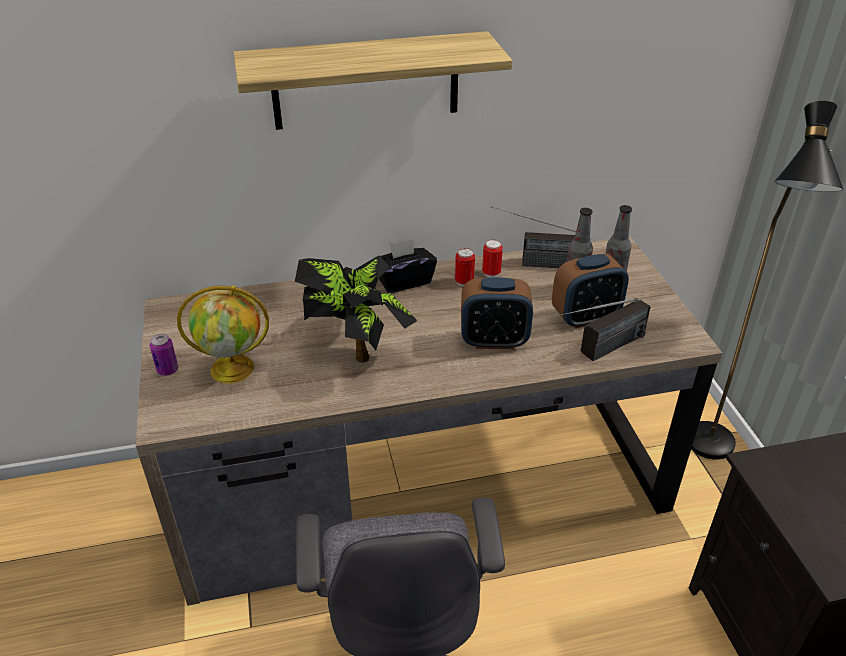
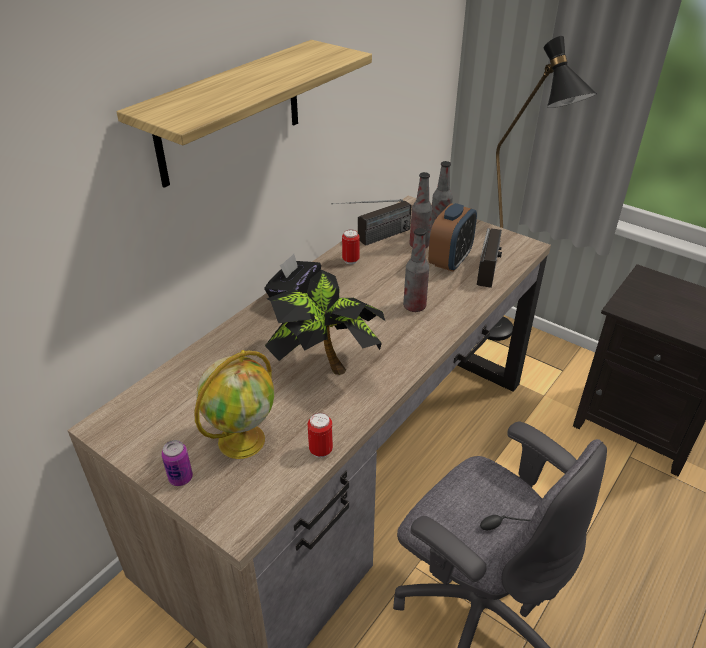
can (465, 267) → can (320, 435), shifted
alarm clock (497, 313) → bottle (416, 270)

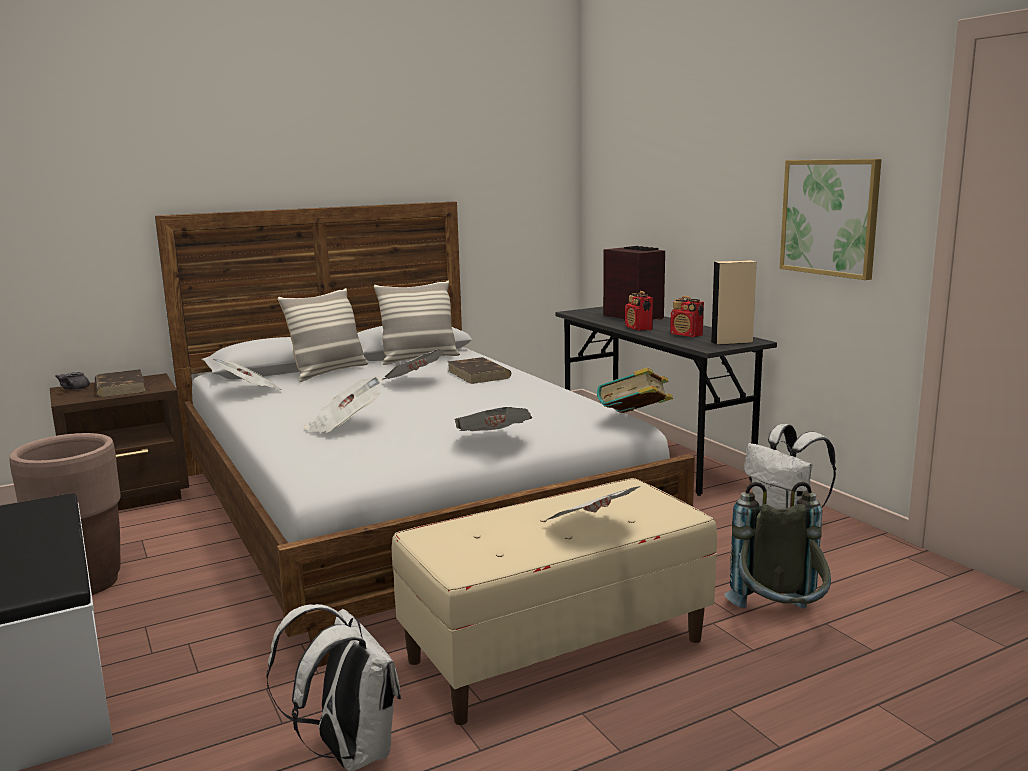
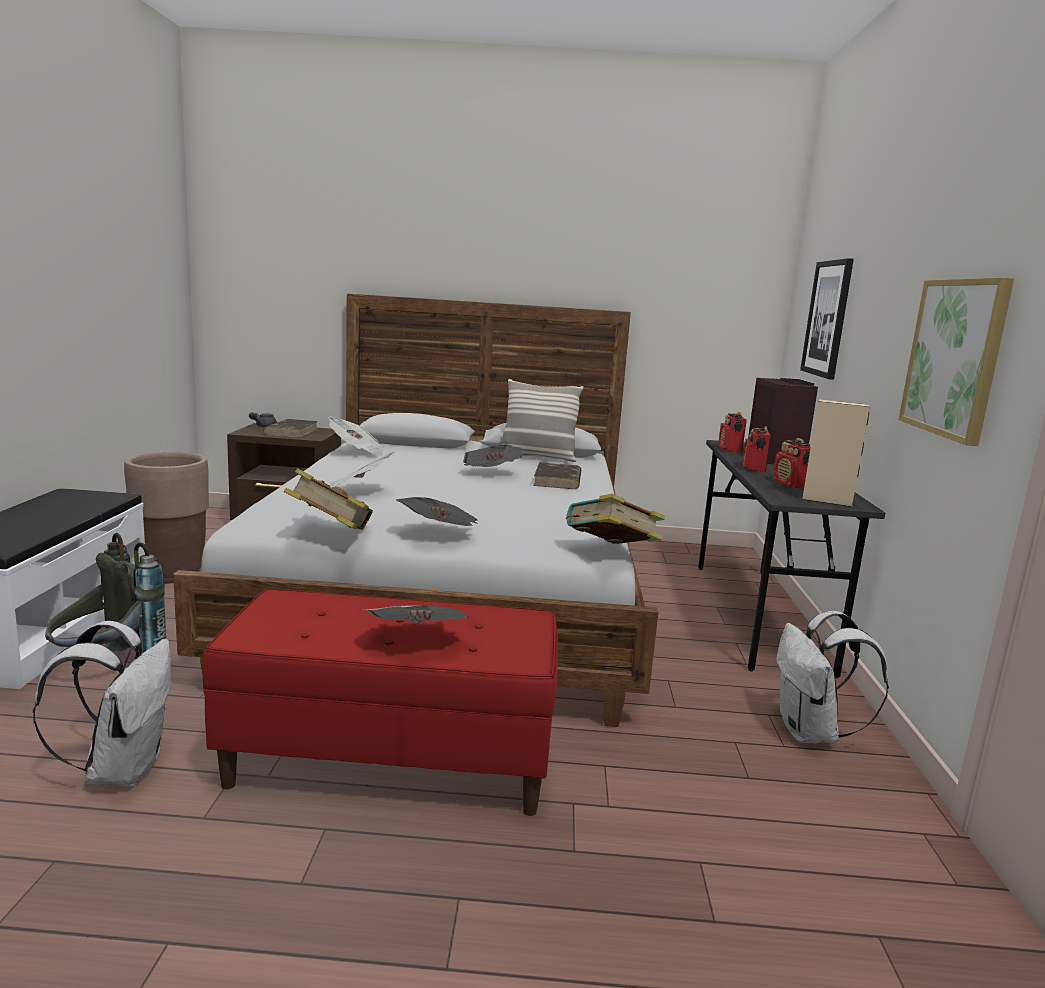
pillow (323, 335) → -
bench (beige) (554, 601) → bench (red) (380, 702)
backpack (grey) (777, 545) → backpack (grey) (106, 593), shifted
- → book (328, 499)
- → radio (732, 432)
- → picture (827, 319)

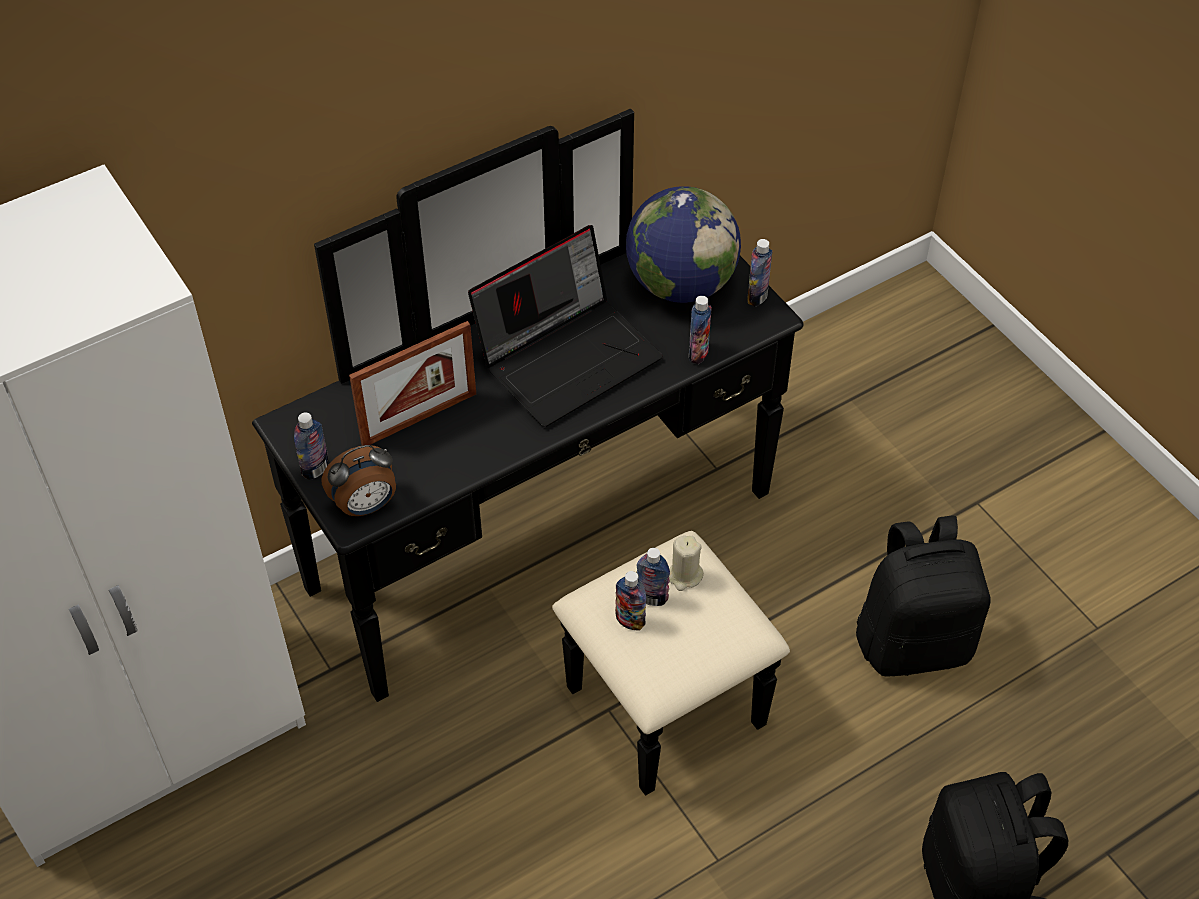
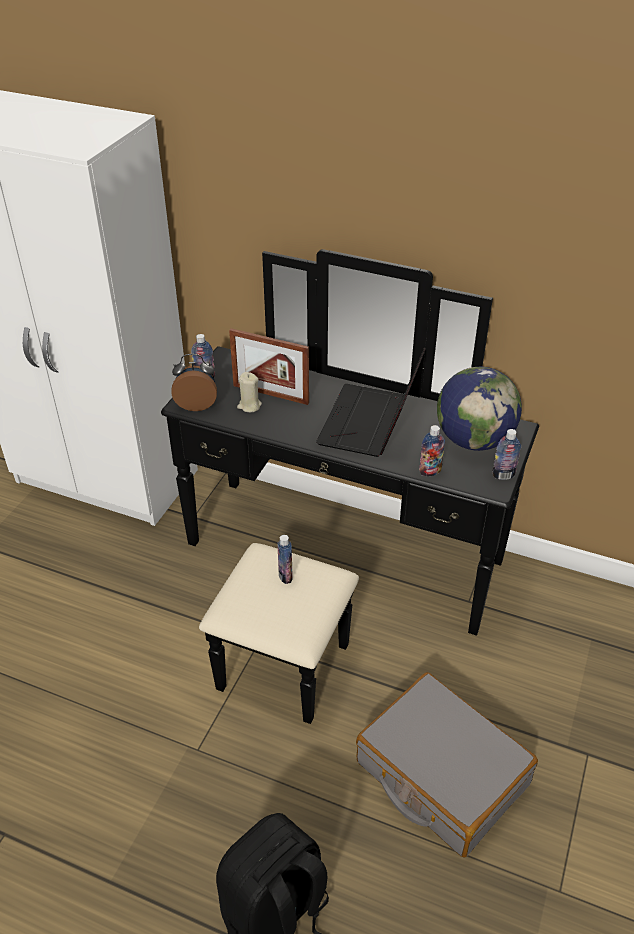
alarm clock (359, 480) → alarm clock (194, 382), 150 degrees clockwise
laptop (565, 326) → laptop (371, 402), 90 degrees clockwise
bottle (630, 601) → -
candle (beige) (686, 563) → candle (beige) (249, 392), shifted
backpack (black) (923, 595) → suitcase (grey) (447, 765)

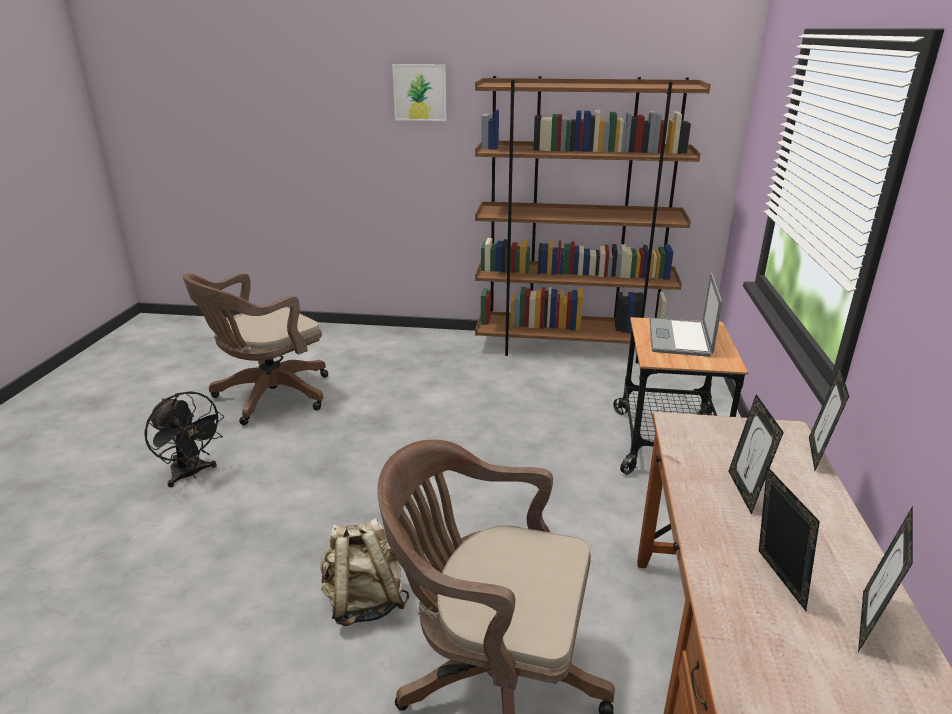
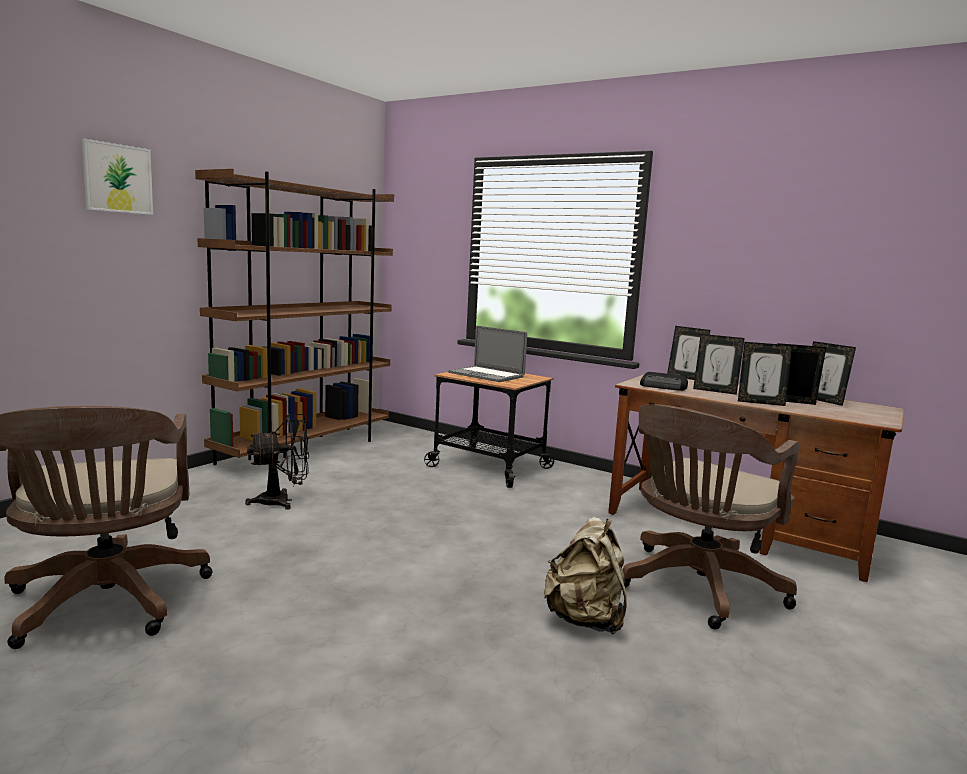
fan (black) (184, 439) → fan (black) (277, 462), shifted
- → radio (664, 381)
- → picture frame (765, 374)

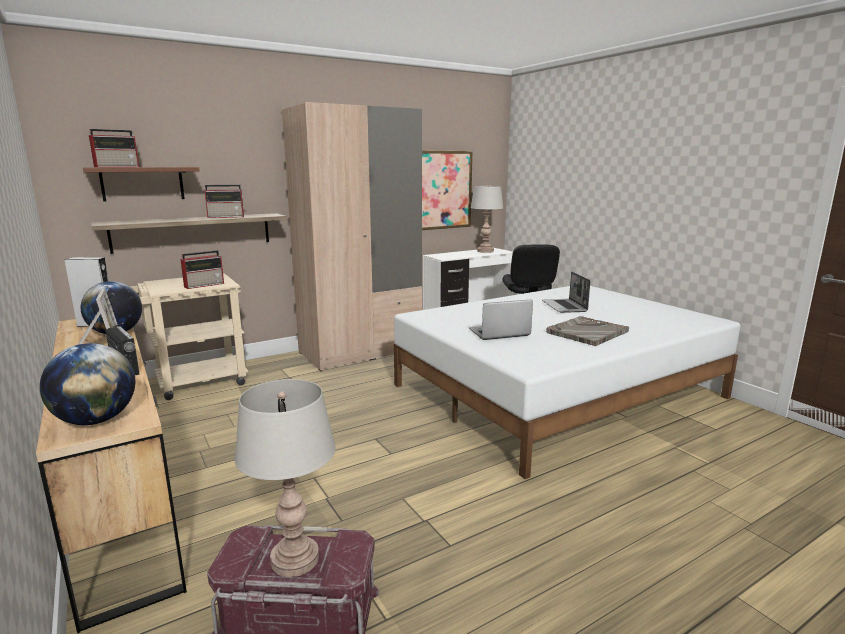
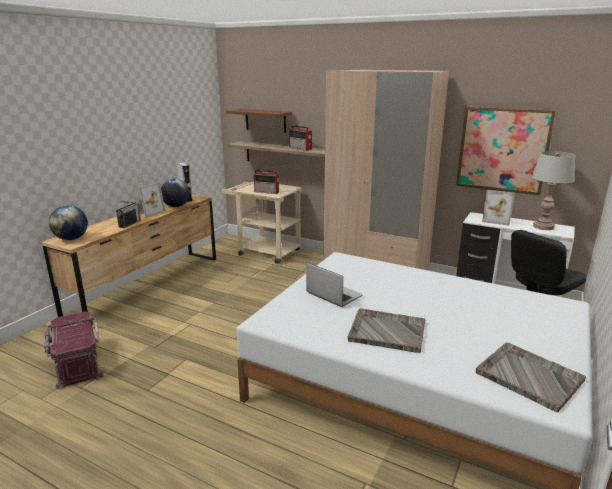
radio (114, 148) → -
table lamp (grey) (285, 478) → -
laptop (566, 292) → -
- → tray (grey) (531, 377)
- → picture frame (498, 208)

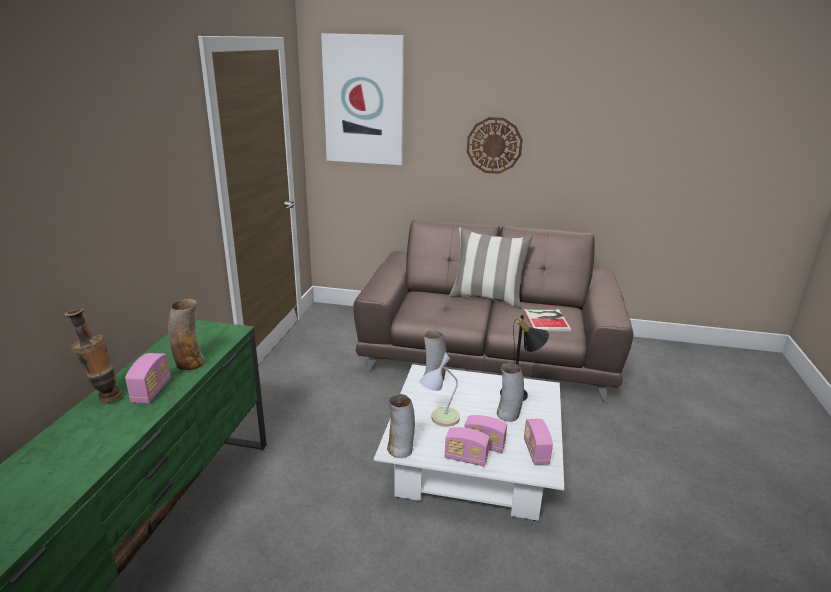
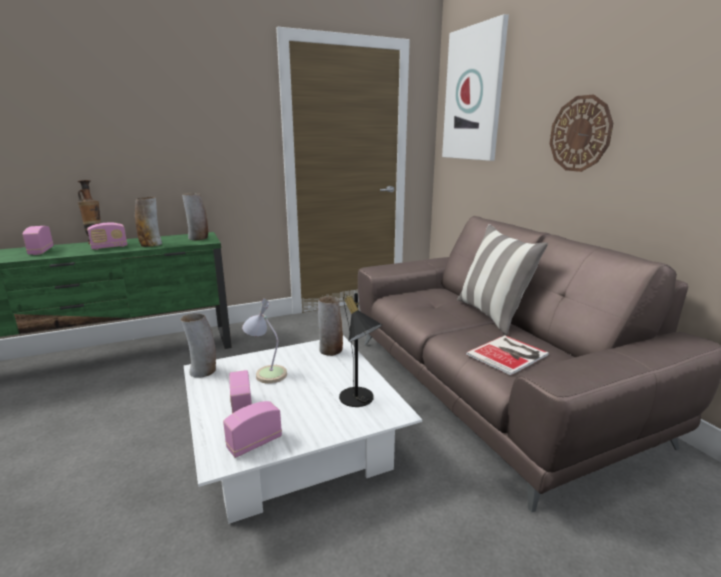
radio (467, 446) → radio (38, 240), shifted
vase (510, 392) → vase (195, 217), shifted

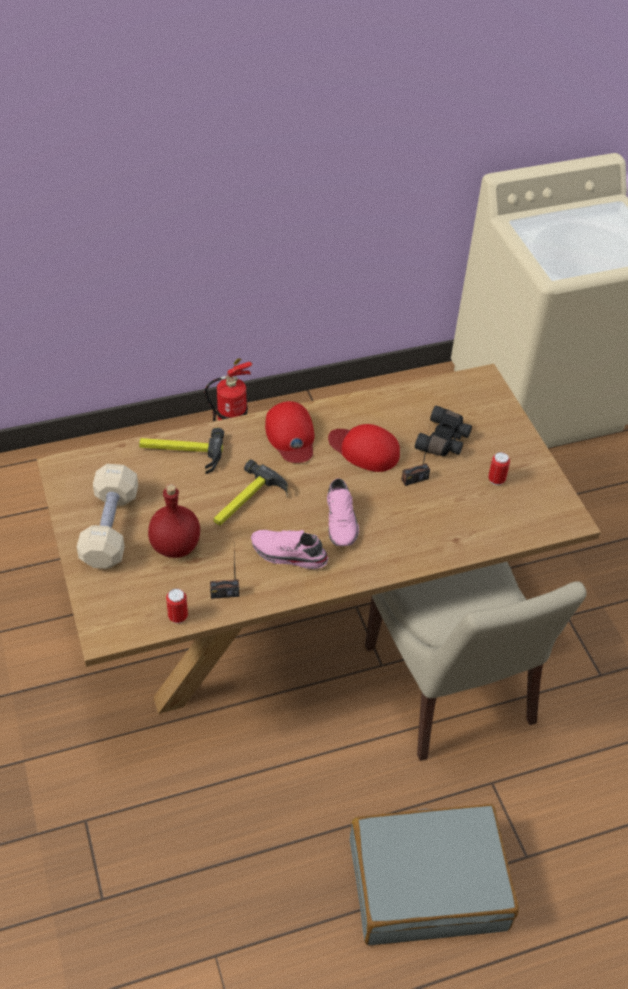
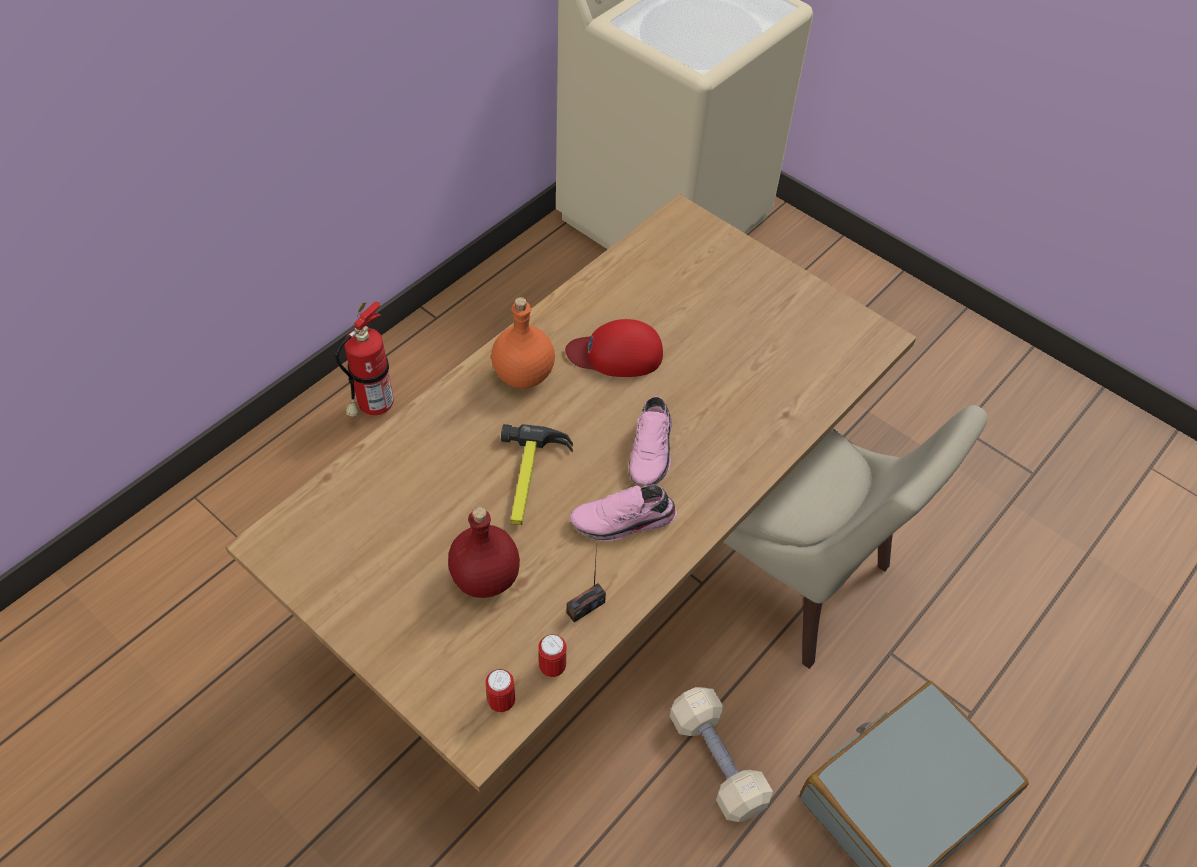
dumbbell (beige) (107, 516) → dumbbell (beige) (721, 754), shifted
hammer (181, 451) → -
cap (red) (290, 432) → bottle (orange) (523, 343)
shoe (pink) (343, 512) → shoe (pink) (650, 441), 45 degrees clockwise
radio (416, 455) → -
binoculars (black) (443, 430) → -
can (499, 468) → can (500, 690), shifted

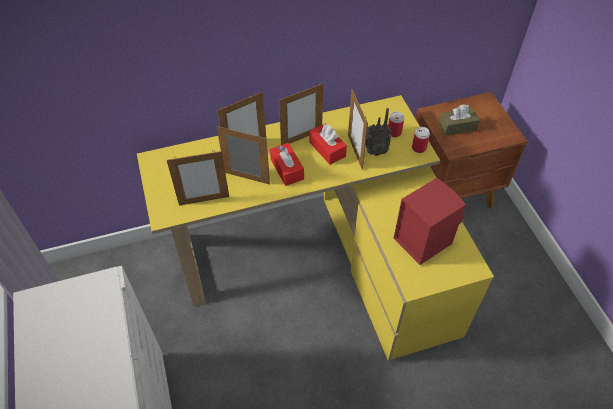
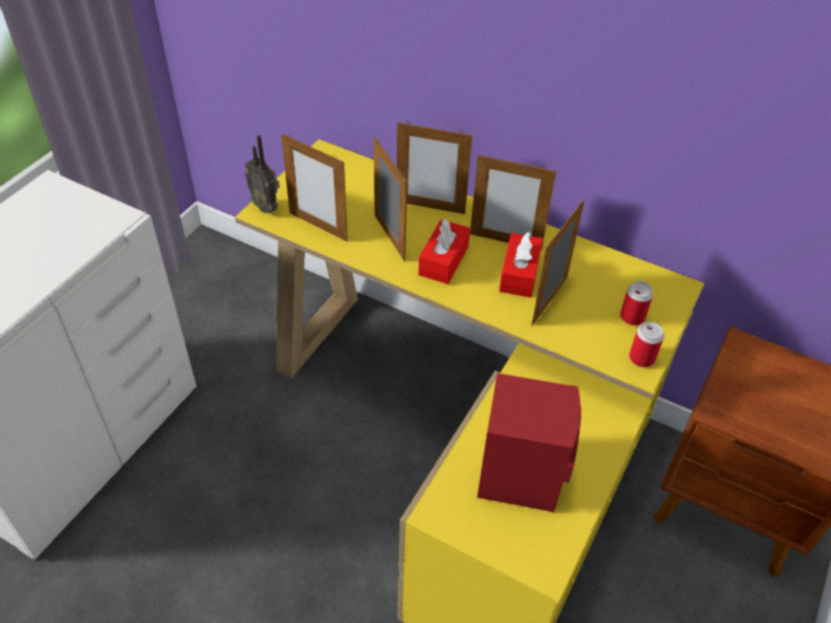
radio (379, 132) → radio (262, 174), shifted
tissue box (brown) (459, 120) → -

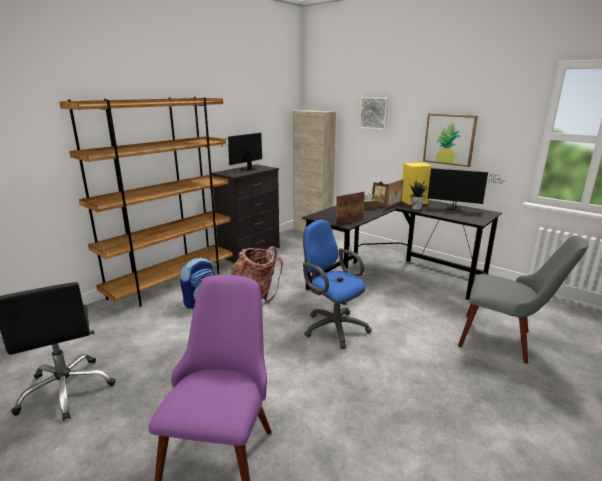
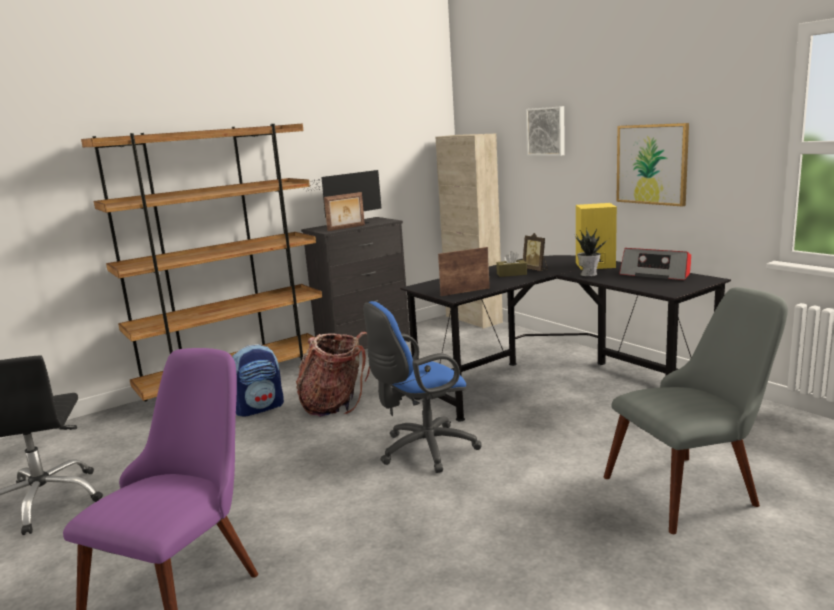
office chair (blue) (337, 284) → office chair (blue) (422, 387), 90 degrees counterclockwise
picture frame (394, 194) → picture frame (344, 211), shifted
monitor (466, 189) → radio (655, 264)
chair (grey) (523, 299) → chair (grey) (696, 410), 60 degrees counterclockwise

